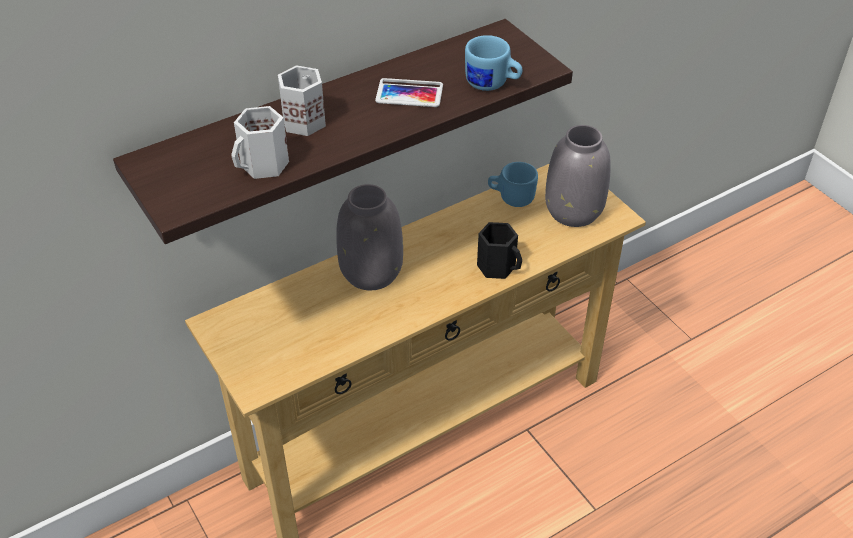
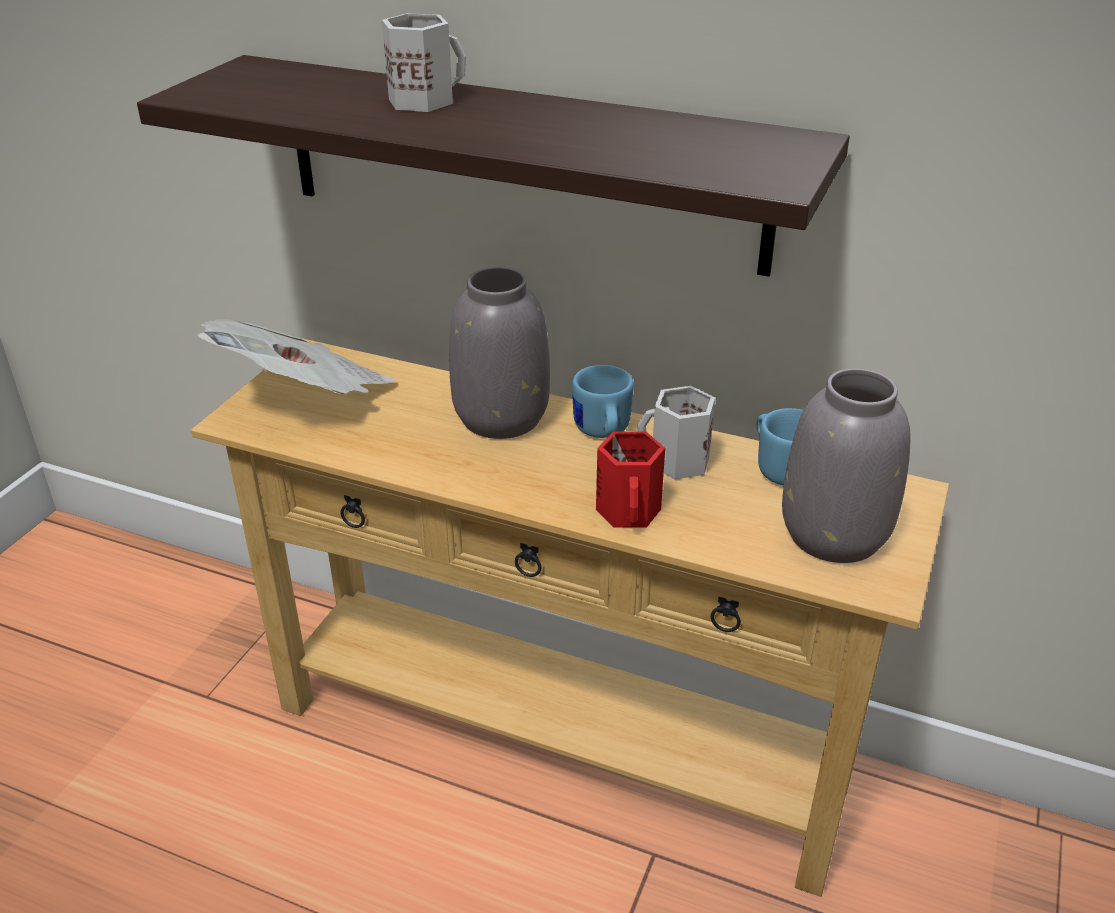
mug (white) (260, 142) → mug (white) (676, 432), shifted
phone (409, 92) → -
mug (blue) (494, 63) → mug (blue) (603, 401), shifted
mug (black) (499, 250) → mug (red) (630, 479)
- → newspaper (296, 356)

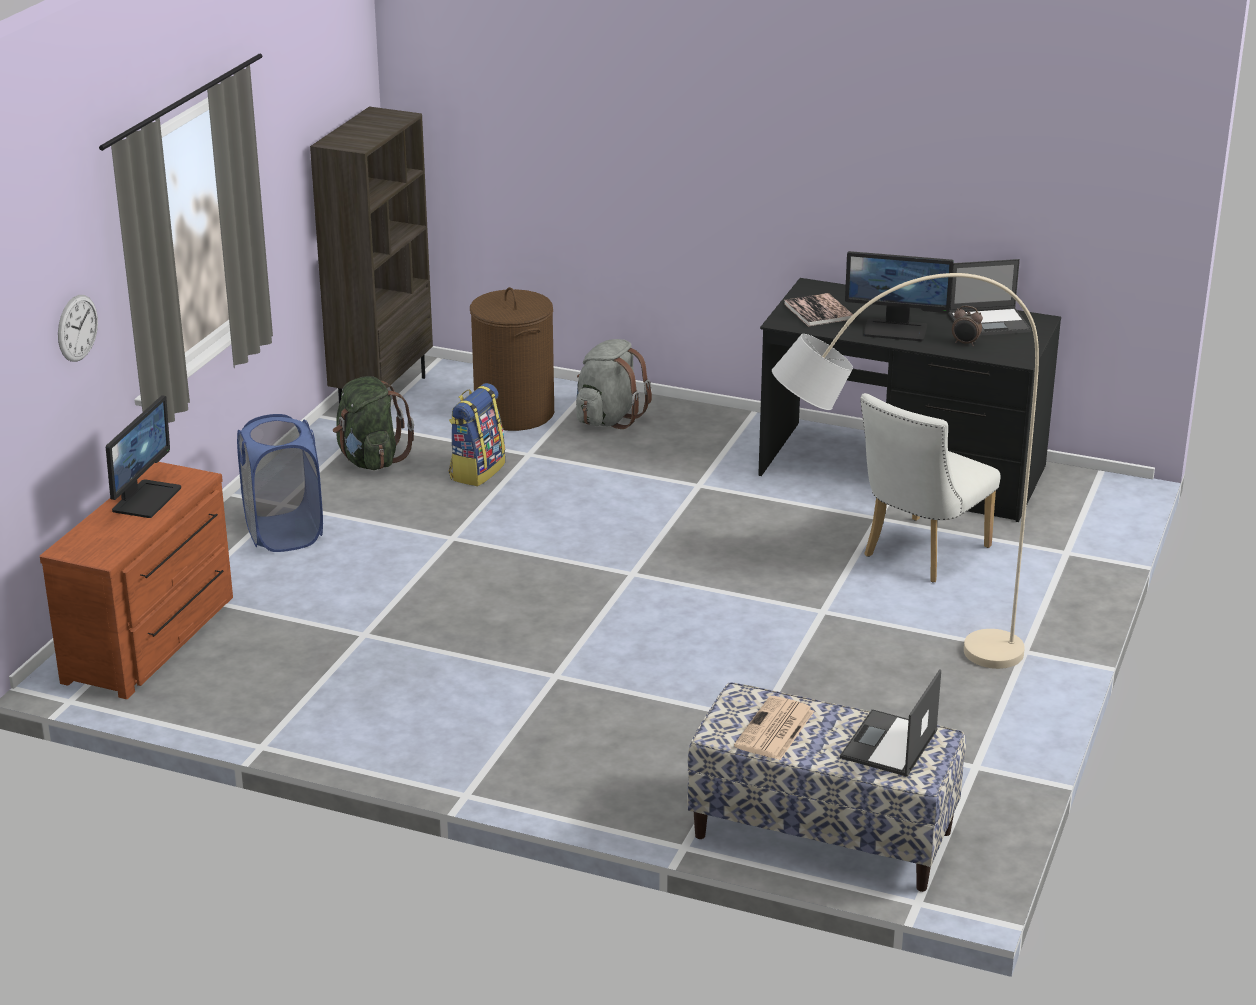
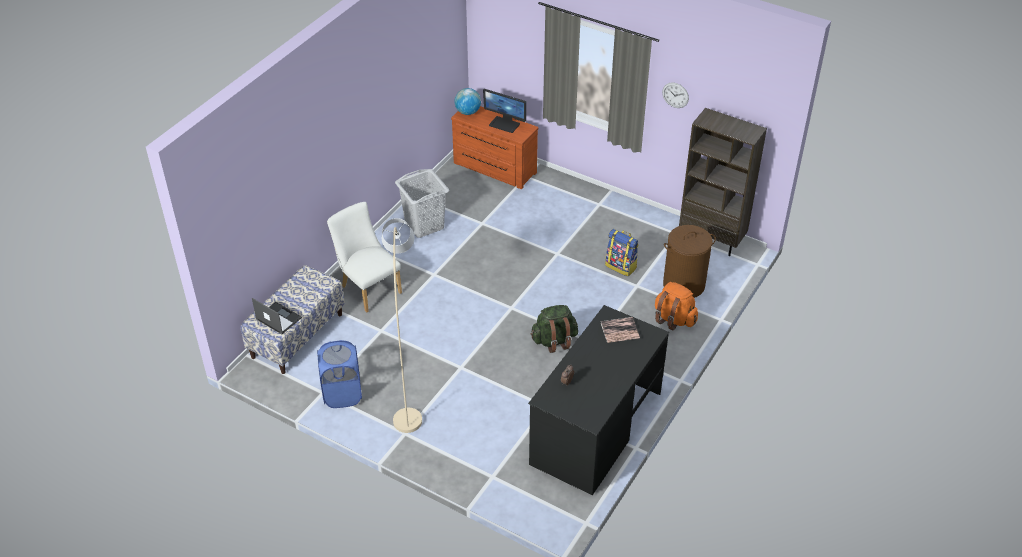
wall clock (78, 328) → wall clock (675, 95), shifted
laundry basket (blue) (280, 483) → laundry basket (blue) (339, 374), shifted
backpack (green) (373, 423) → backpack (green) (554, 329), shifted
backpack (grey) (614, 384) → backpack (orange) (676, 306)
newspaper (774, 728) → -
monitor (899, 296) → -
chair (white) (930, 488) → chair (white) (364, 257), shifted
laptop (989, 297) → -
- → laundry basket (grey) (422, 203)
- → globe (467, 101)

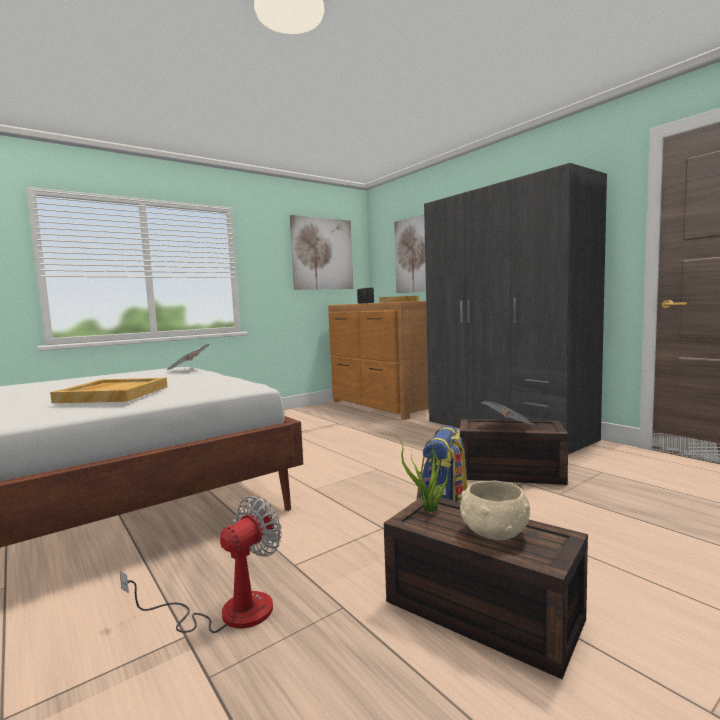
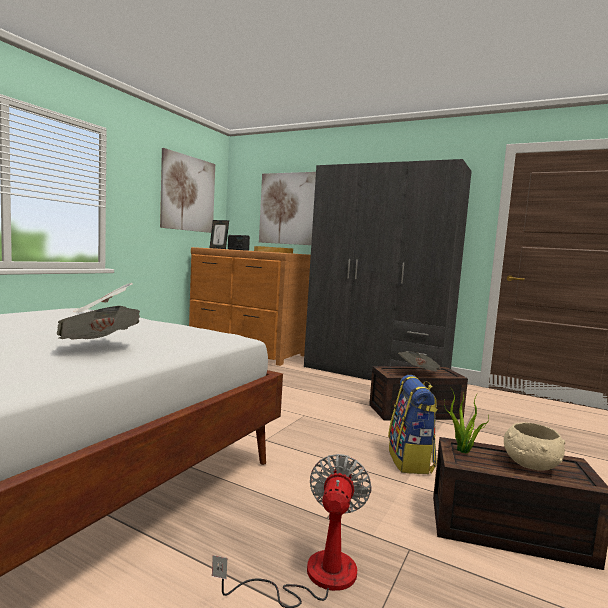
tray (beige) (108, 390) → newspaper (98, 322)
- → picture frame (219, 234)

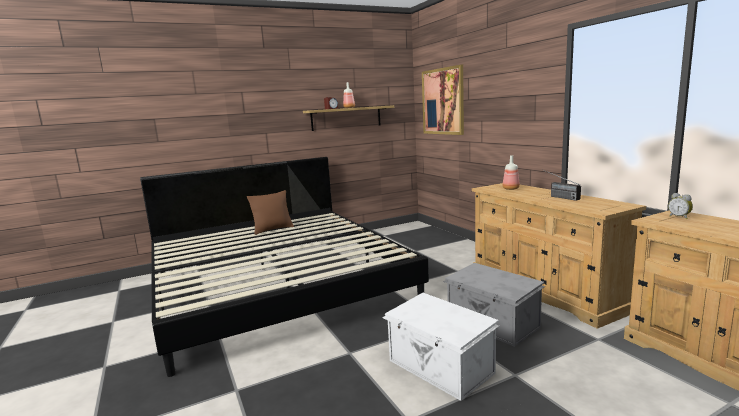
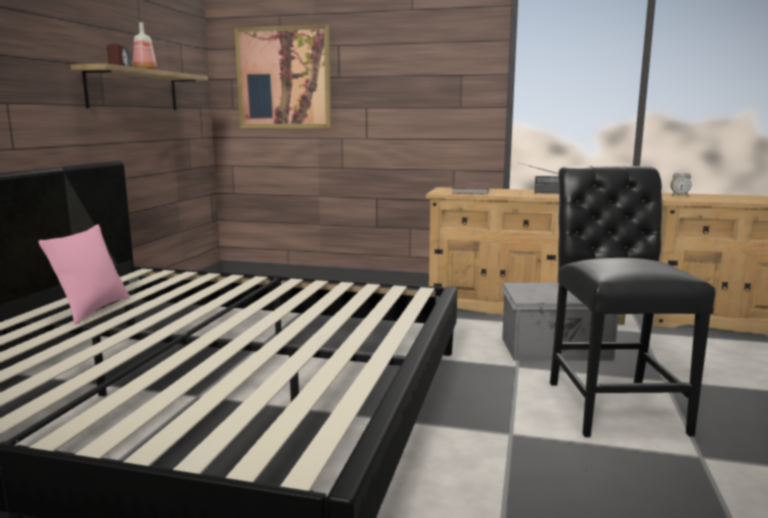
pillow (brown) (270, 212) → pillow (pink) (84, 274)
storage box (white) (440, 347) → chair (black) (633, 301)
bottle (511, 172) → book (red) (470, 189)

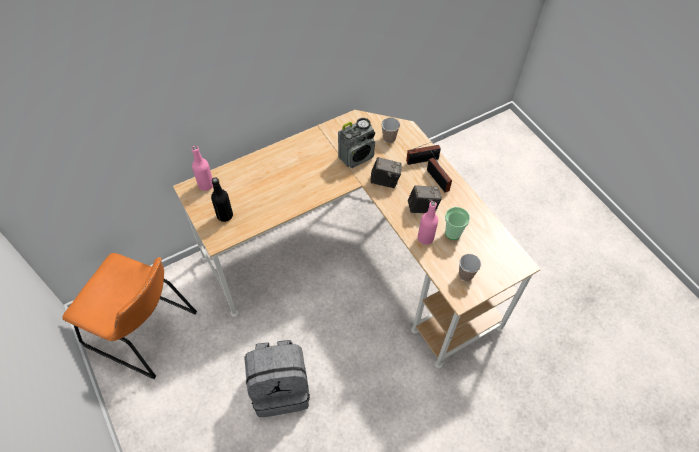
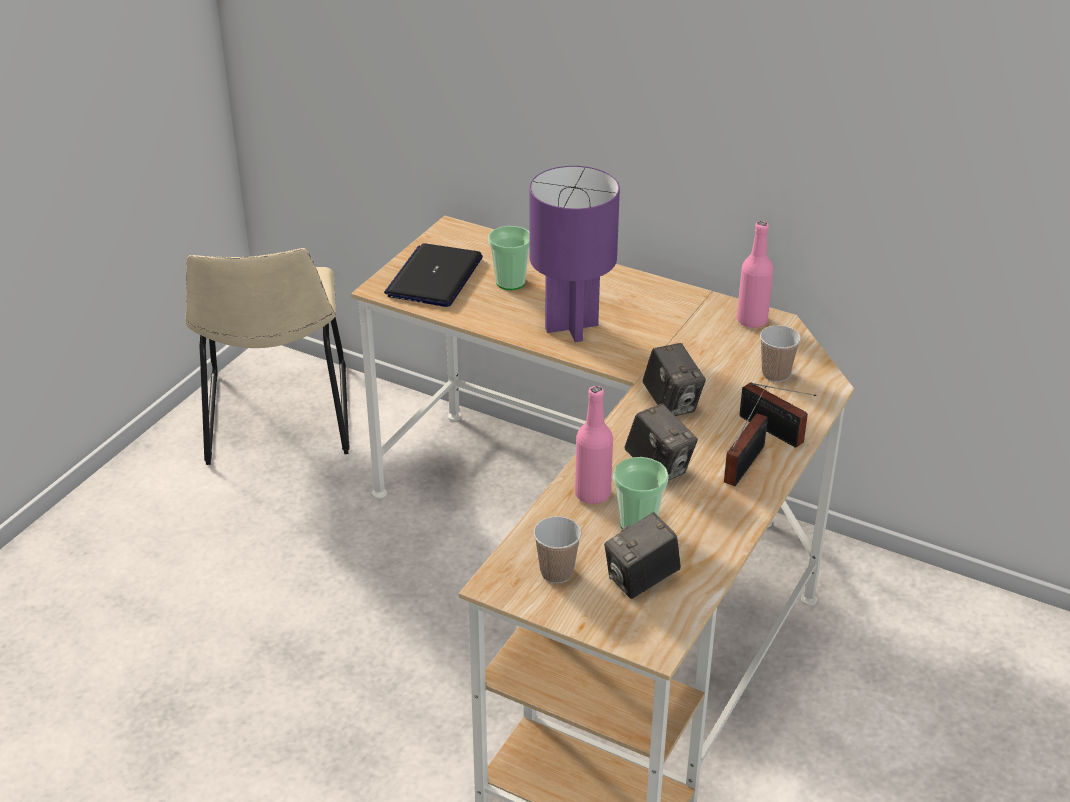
chair (orange) (129, 316) → chair (beige) (267, 356)
bottle (pink) (202, 168) → bottle (pink) (755, 274), shifted
bottle (black) (222, 200) → laptop (433, 275)
backpack (grey) (277, 378) → -
radio (356, 143) → -
- → cup (509, 258)
- → table lamp (purple) (575, 254)
- → photo camera (642, 555)

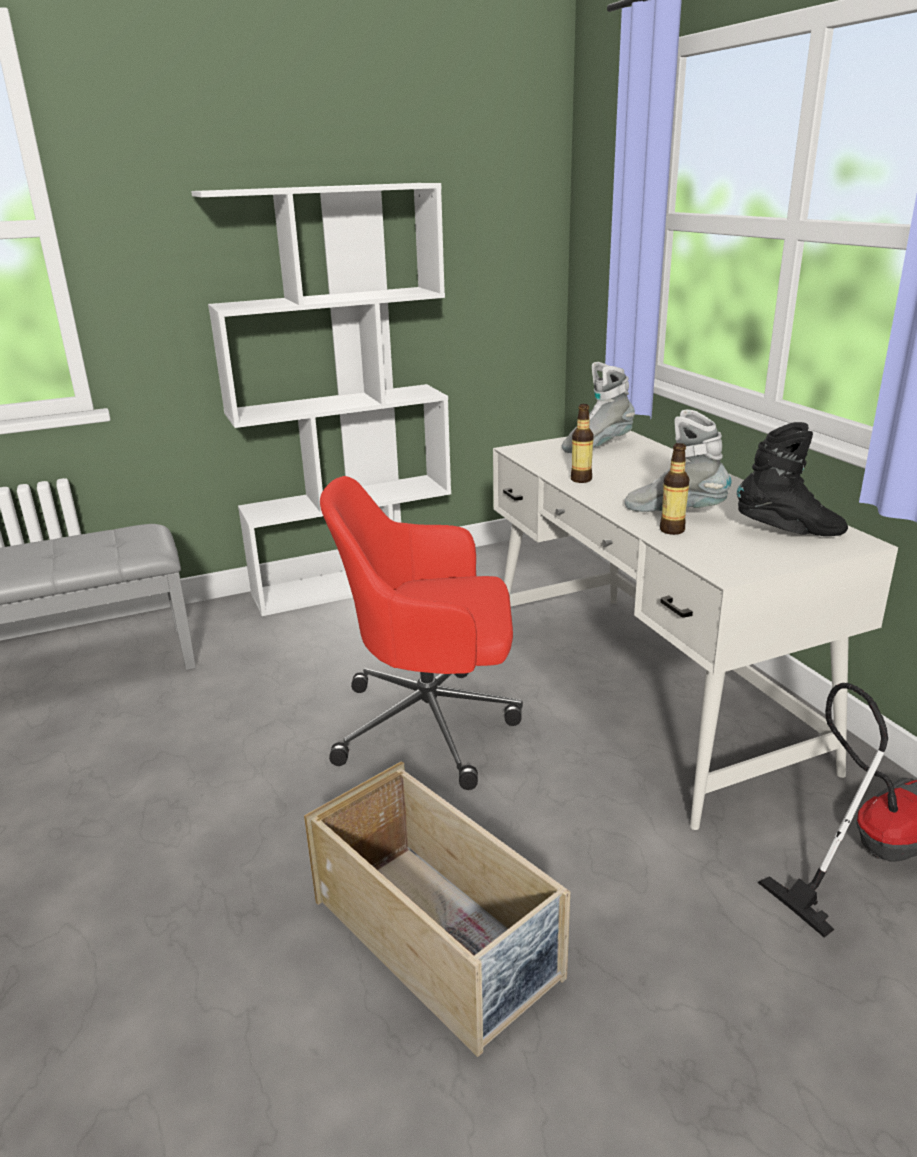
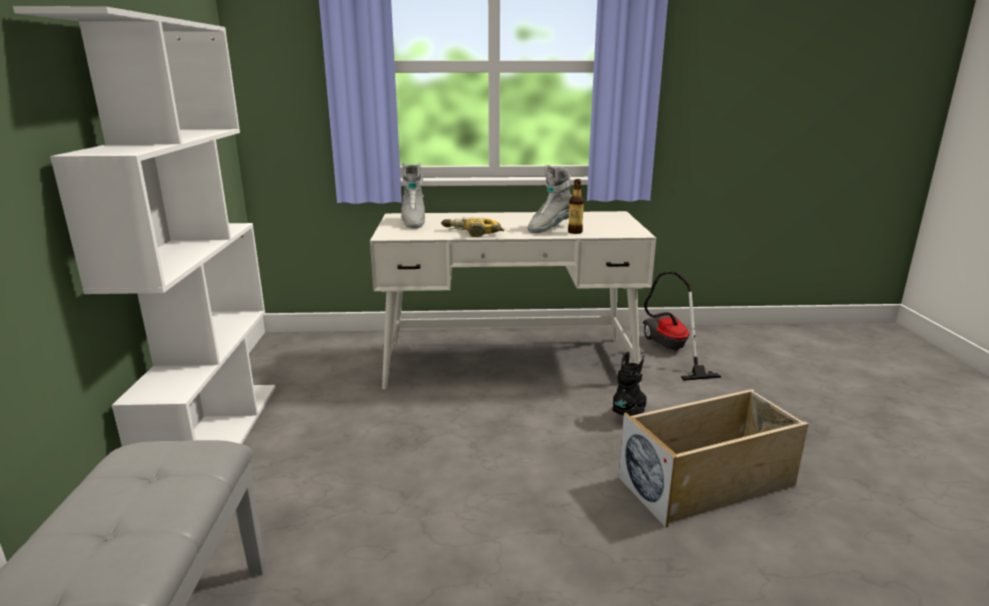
office chair (red) (421, 633) → -
bottle (582, 443) → power drill (472, 227)
boot (black) (792, 479) → boot (black) (629, 384), shifted

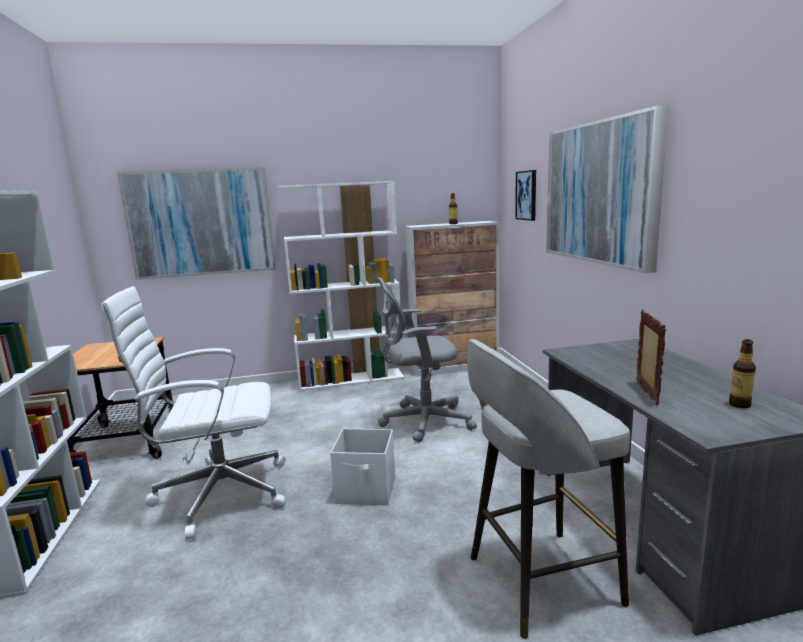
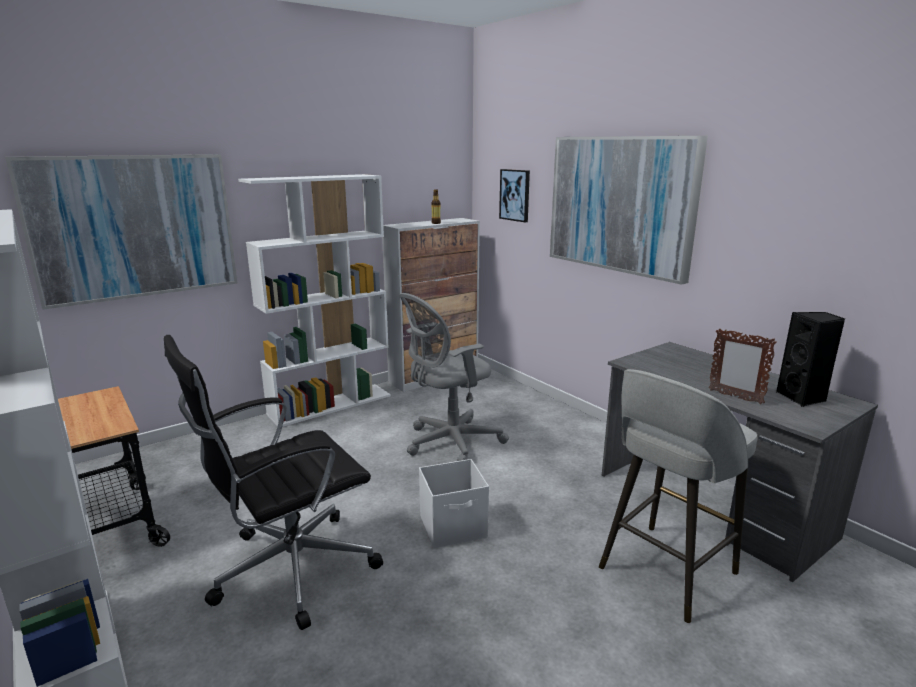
office chair (white) (193, 413) → office chair (black) (273, 482)
picture frame (651, 357) → picture frame (743, 367), 150 degrees clockwise
bottle (742, 373) → speaker (black) (810, 359)

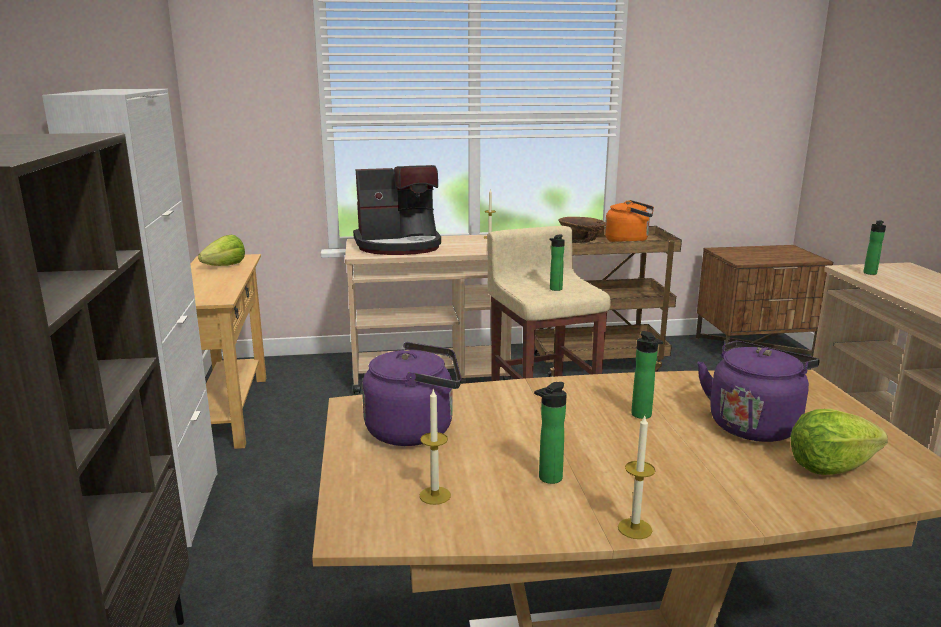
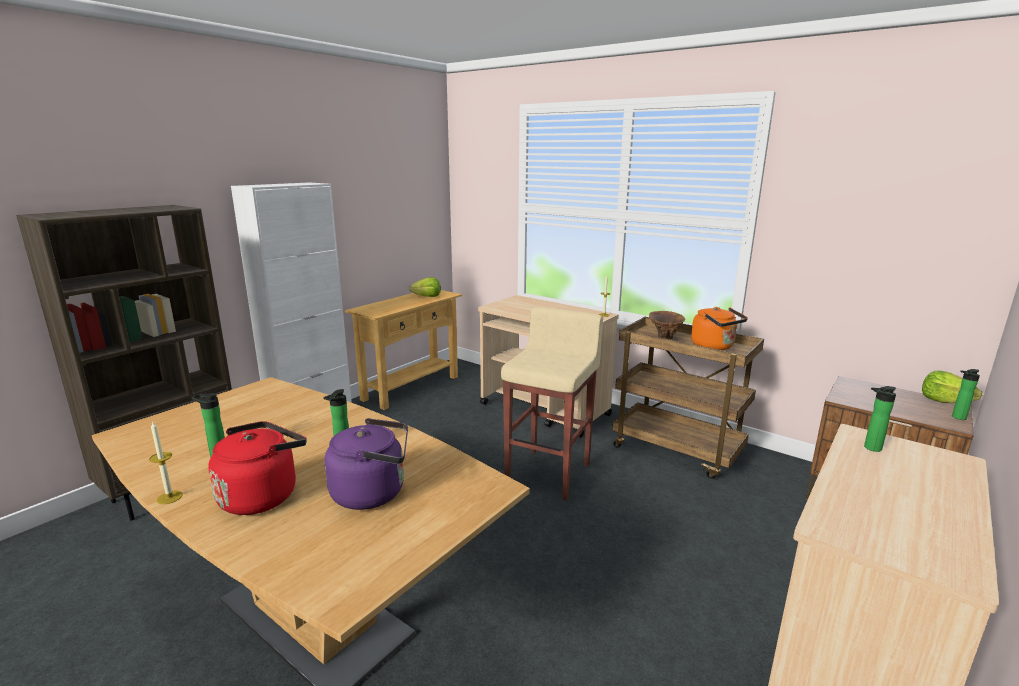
coffee machine (397, 210) → -
kettle (purple) (411, 394) → -
candle (435, 447) → -
bottle (557, 263) → bottle (966, 394), shifted
lettuce (839, 442) → lettuce (952, 386), shifted
- → kettle (red) (257, 468)

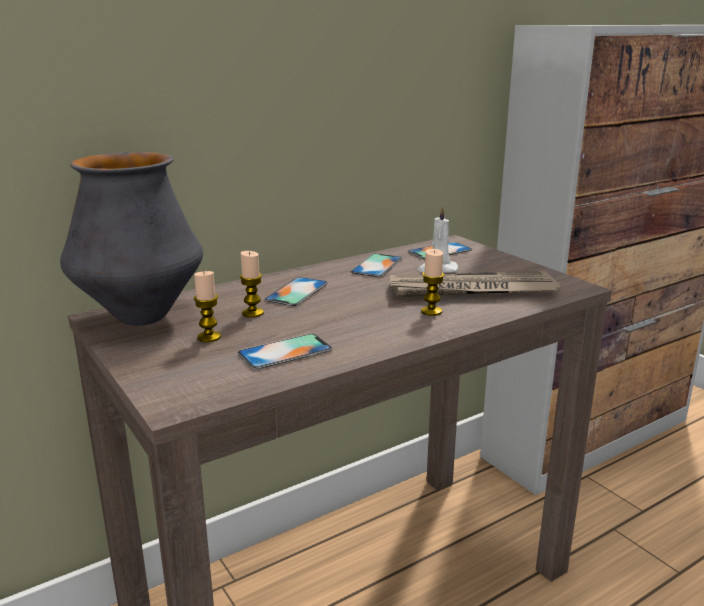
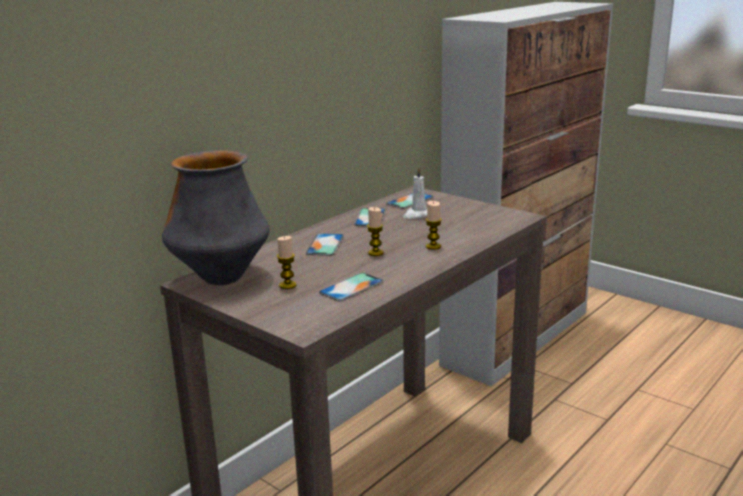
candle (252, 284) → candle (375, 231), shifted
newspaper (475, 284) → -

